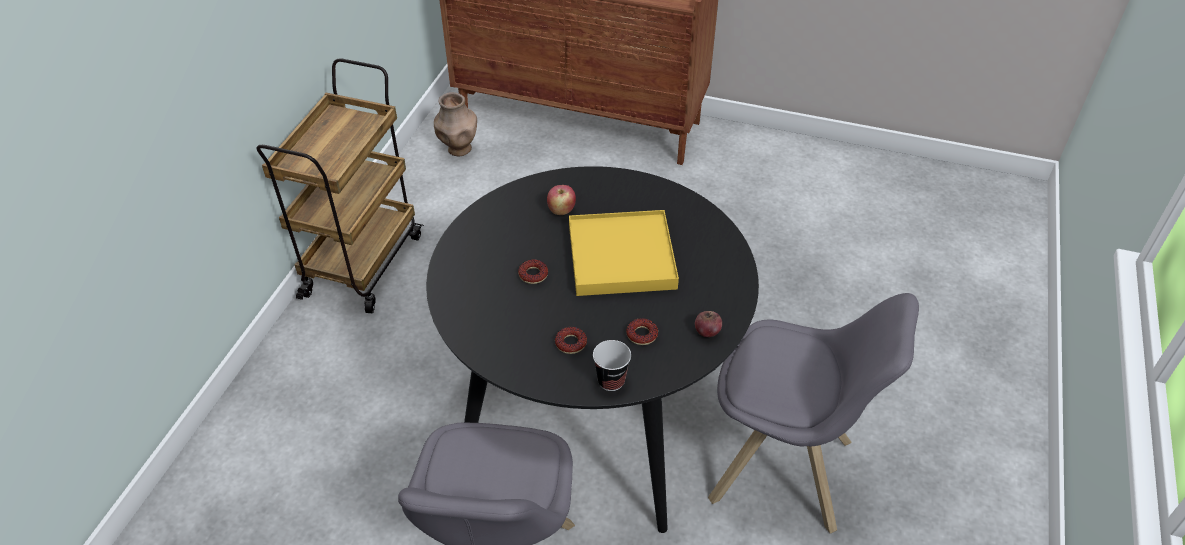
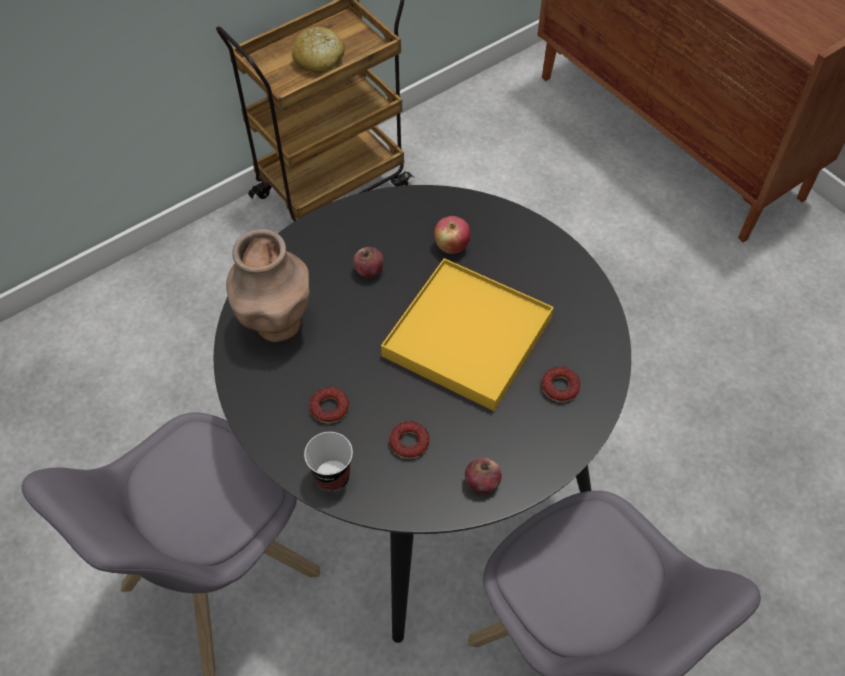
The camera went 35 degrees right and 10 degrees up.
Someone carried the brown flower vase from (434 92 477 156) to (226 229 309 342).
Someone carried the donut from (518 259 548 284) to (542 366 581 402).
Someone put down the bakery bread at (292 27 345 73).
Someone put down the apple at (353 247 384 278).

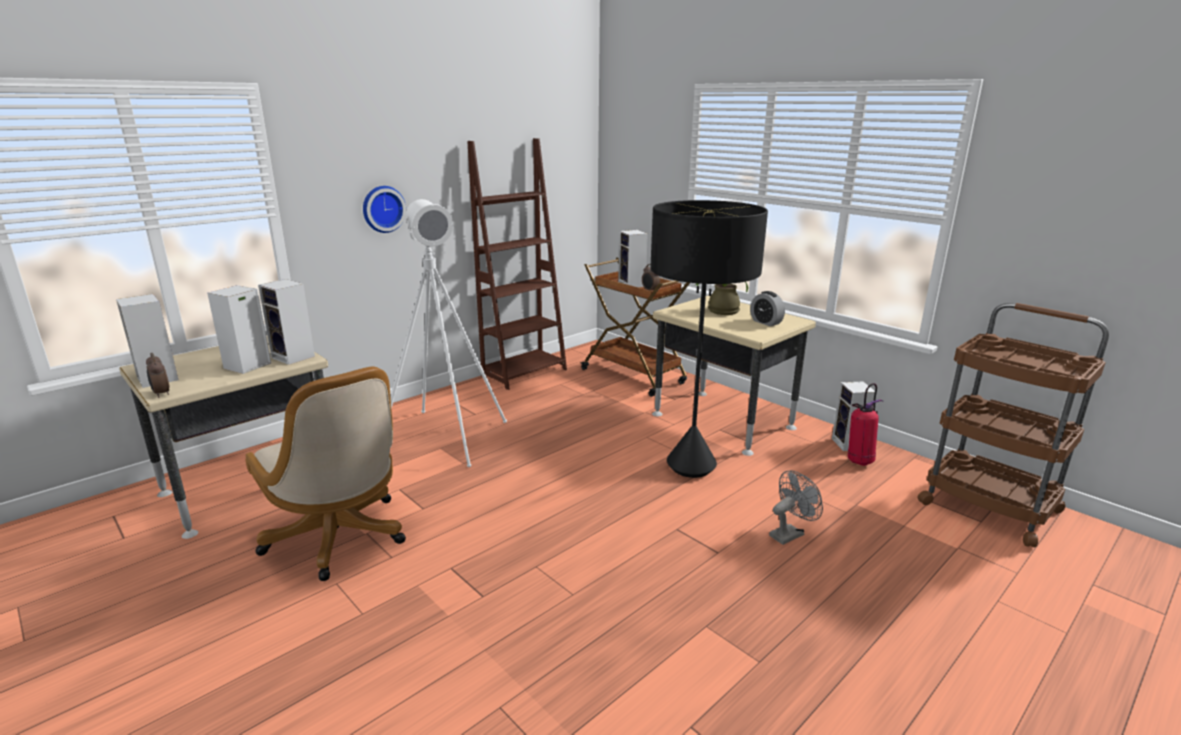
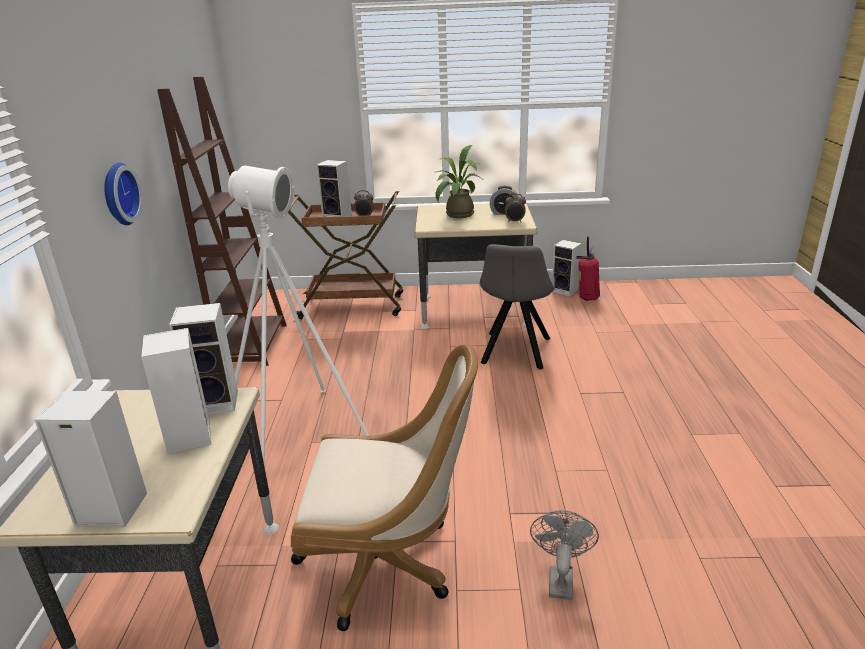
The camera went 45 degrees left and 5 degrees up.
Someone carried the table clock from (146 353 170 398) to (505 193 526 222).
Someone swapped the black standard lamp at (650 200 768 478) for the grey plain chair at (480 244 555 370).
Someone carried the grey electric fan from (769 471 823 545) to (530 510 599 600).
Someone took away the brown wheeled cart at (918 303 1109 547).

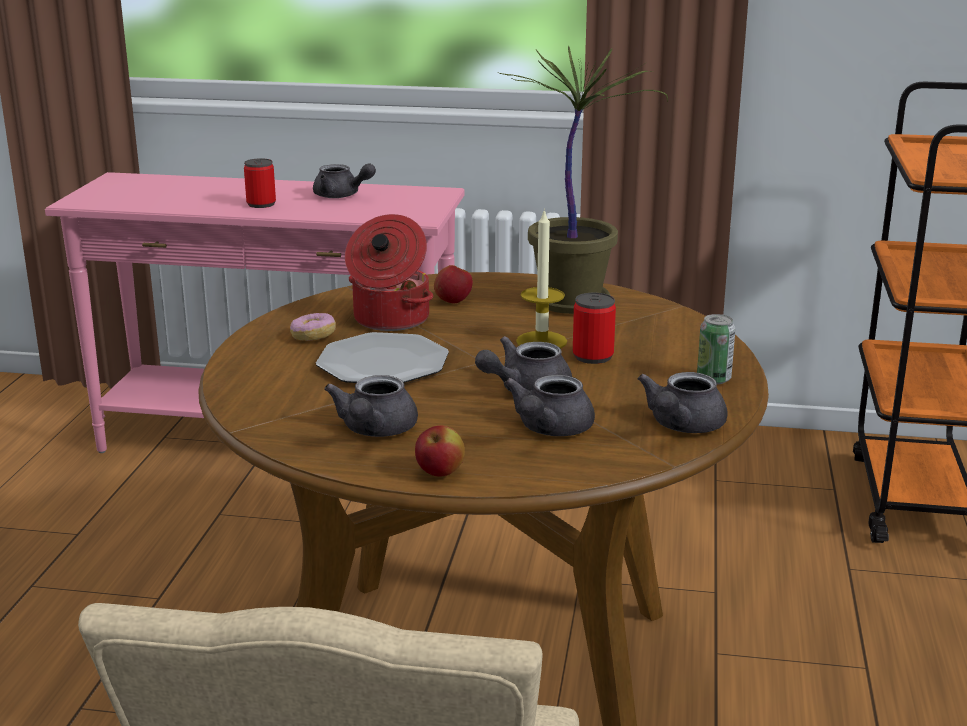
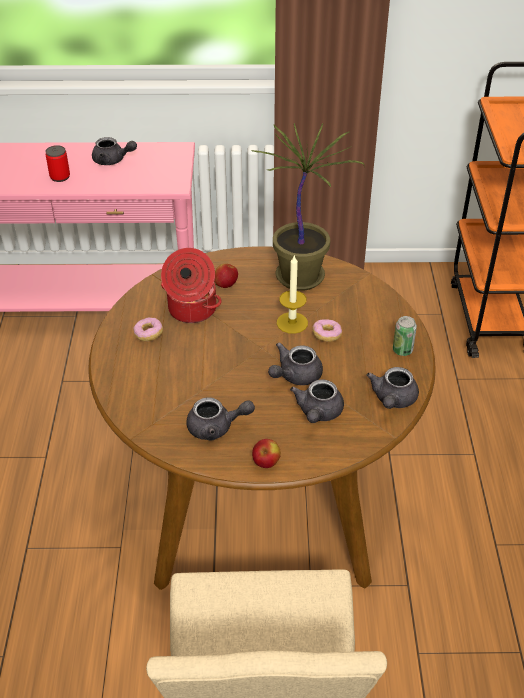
The camera went 10 degrees left and 20 degrees up.
Someone took away the plate at (316 332 449 383).
Someone rotated the grey teapot at (324 375 418 437) by 90 degrees counterclockwise.
Someone swapped the can at (573 293 616 364) for the donut at (312 319 342 342).

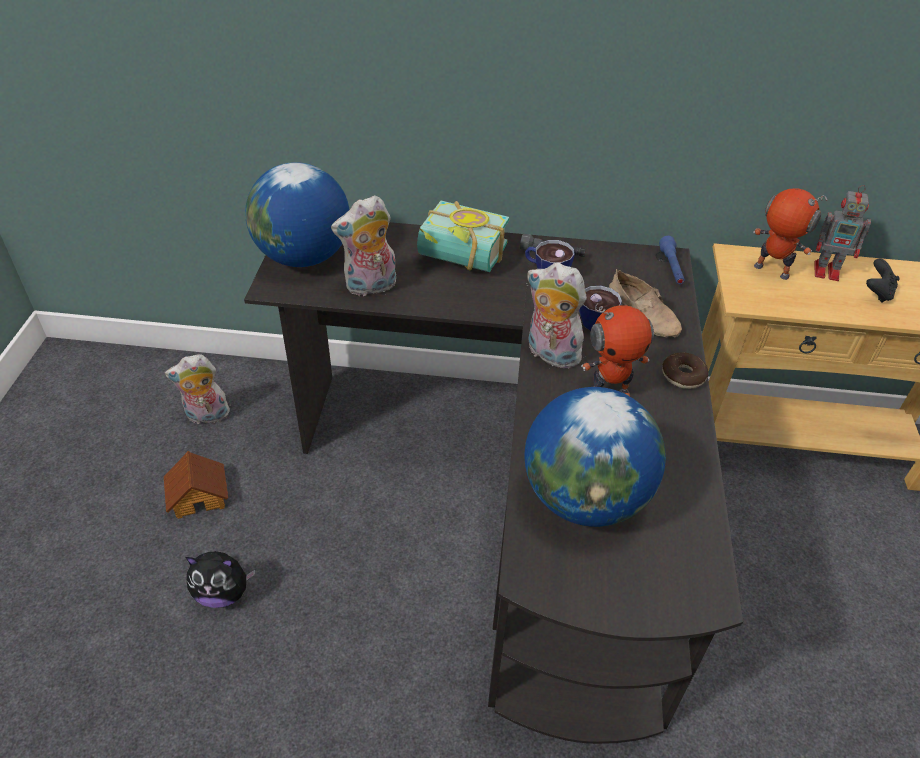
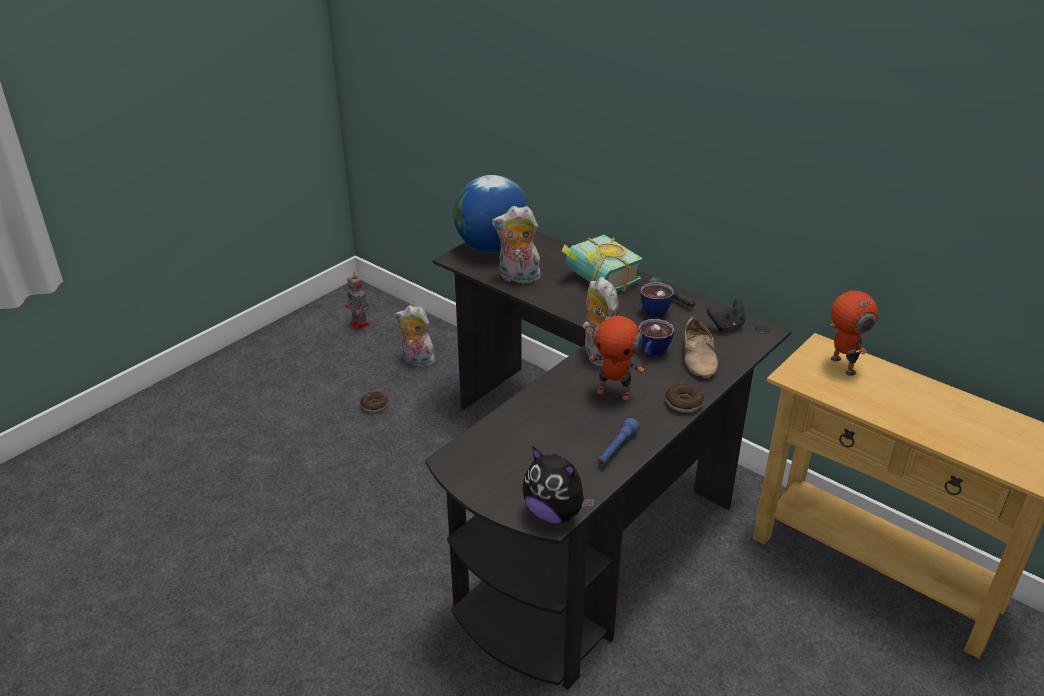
The camera went 35 degrees right and 10 degrees down.
Someone swapped the toy house at (164 451 228 519) for the donut at (360 391 388 412).
Someone carried the cuddly toy from (186 551 255 608) to (523 447 595 524).
Someone took away the globe at (525 387 666 527).
Someone carried the blue hand torch from (659 236 685 284) to (597 418 640 466).
Someone carried the toy robot from (814 185 871 281) to (345 271 371 331).
Someone carried the black joypad from (866 259 900 303) to (707 299 745 332).

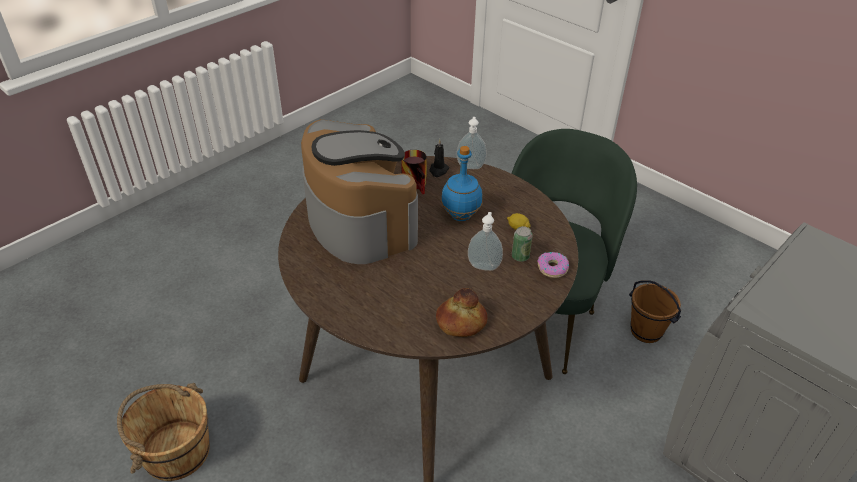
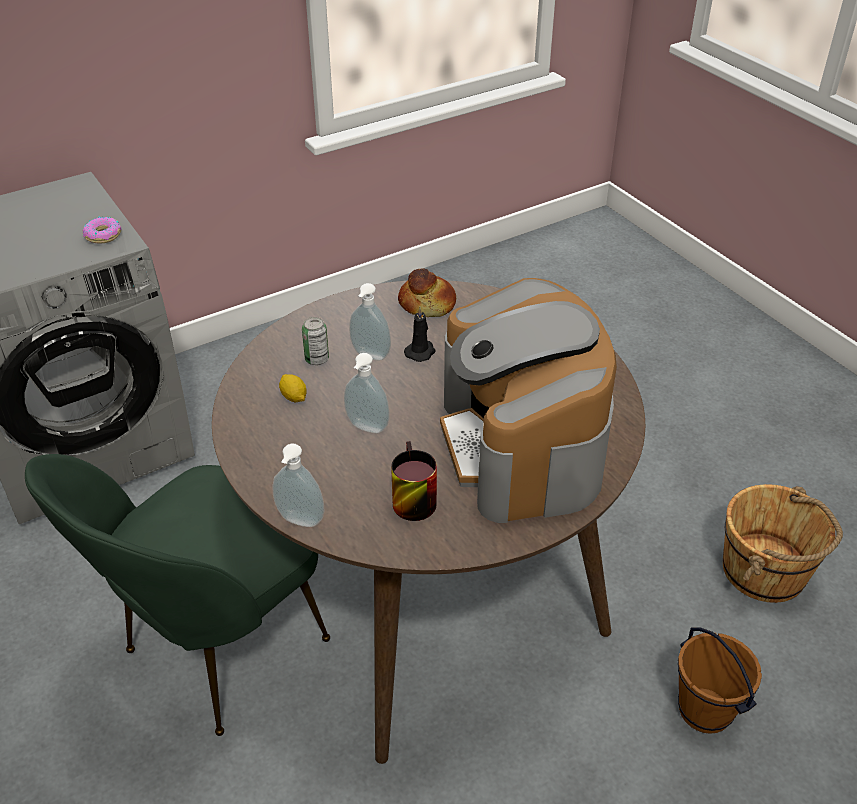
The camera went 165 degrees left and 0 degrees up.
Someone carried the black wax light from (429 139 449 177) to (404 307 436 362).
Someone swapped the blue drink bottle at (441 146 483 221) for the soap bottle at (344 353 390 433).
Someone carried the donut from (537 252 569 278) to (82 216 121 243).
Someone carried the brown pail from (629 280 681 343) to (678 627 762 734).

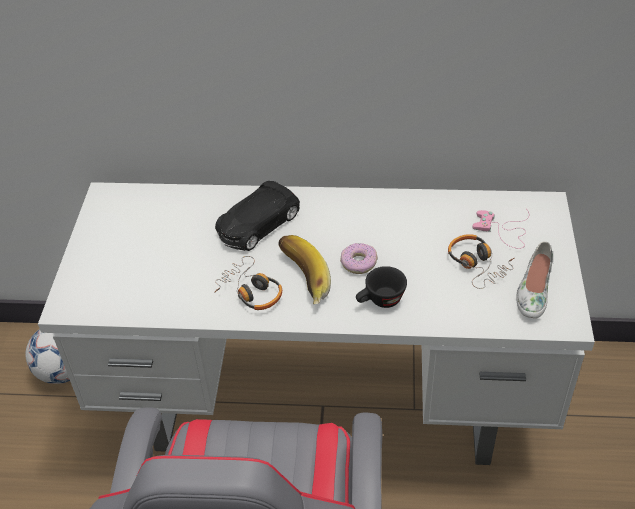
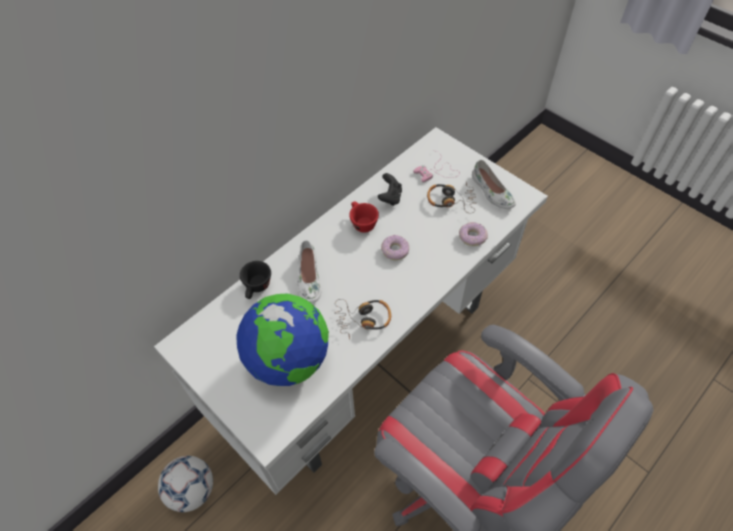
The camera went 50 degrees left and 10 degrees up.
Someone swapped the black miniature car at (215 181 300 251) for the white item of footwear at (297 240 322 303).
Someone took away the whole banana at (278 235 331 304).
Someone carried the black cup from (356 266 407 308) to (240 261 271 299).
Someone put down the globe at (236 294 329 386).
Someone put down the red-coloured cup at (349 202 379 233).
Someone put down the black joypad at (378 173 402 206).
Someone put down the donut at (459 222 488 246).

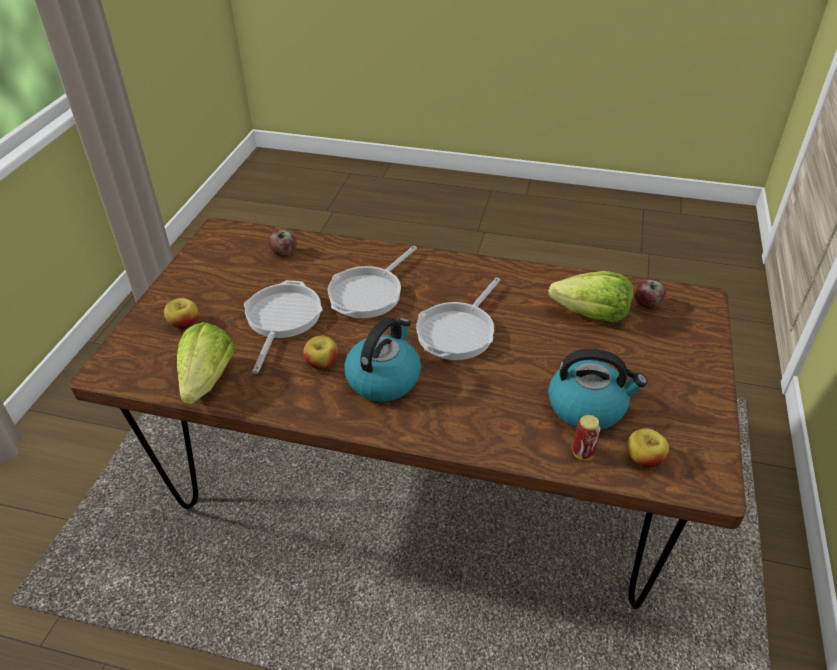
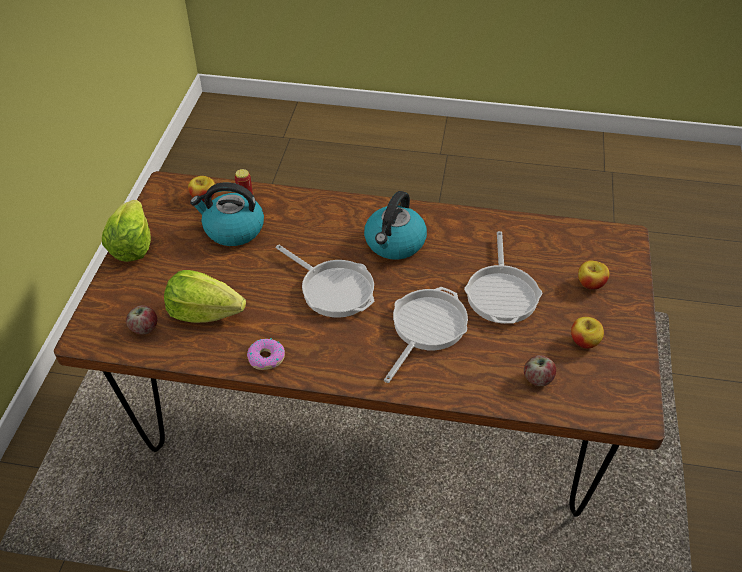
The camera went 175 degrees right and 5 degrees up.
Someone carried the lettuce head from (177 322 235 404) to (102 200 151 262).
Someone carried the apple from (303 336 338 369) to (571 317 604 349).
Someone rotated the frying pan at (416 277 500 360) by 105 degrees clockwise.
Someone put down the donut at (247 338 285 370).

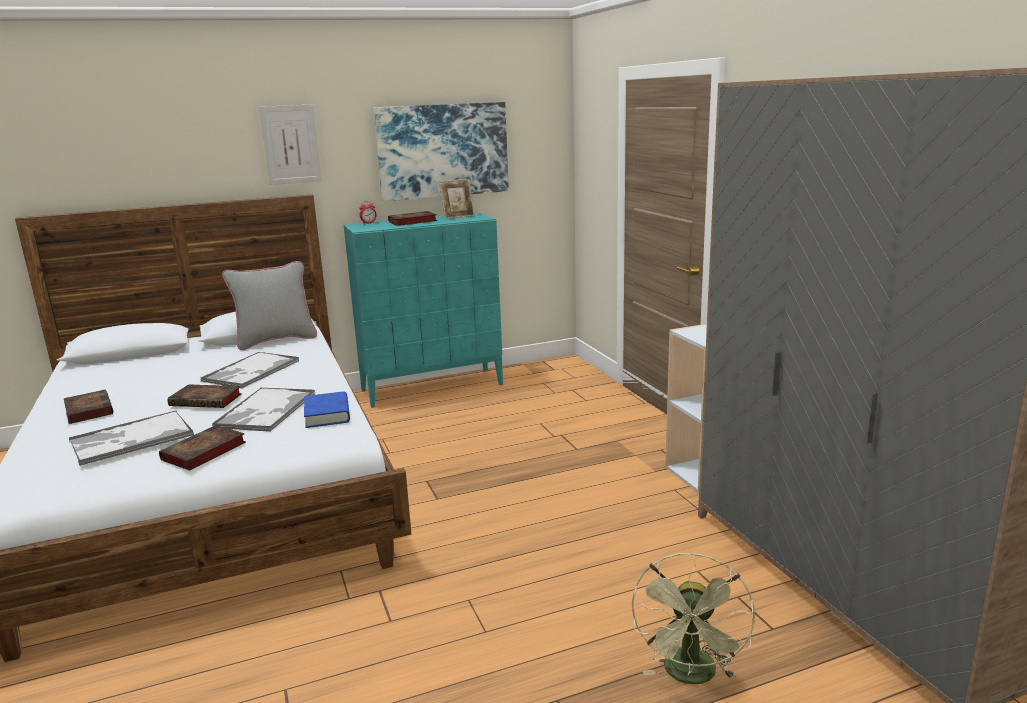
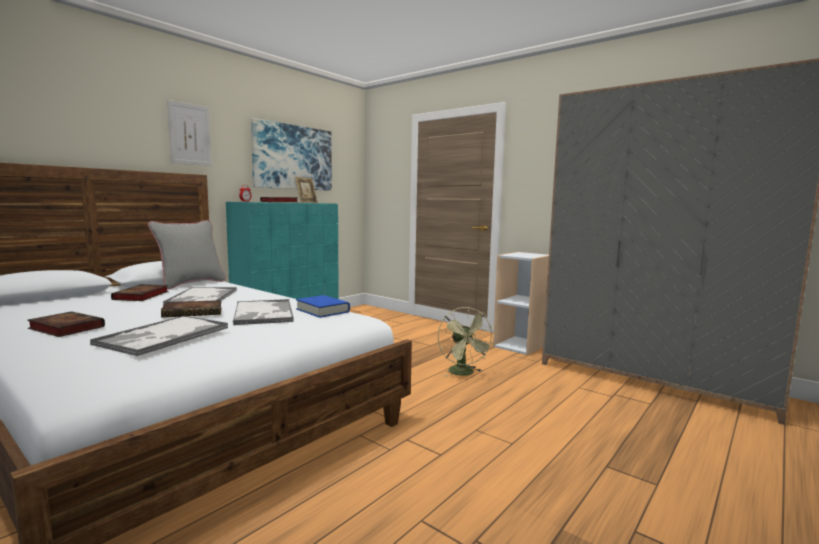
The camera went 30 degrees left and 10 degrees down.
Someone carried the book from (159 425 246 471) to (111 284 169 301).
Someone carried the green-coloured electric fan from (632 553 755 684) to (438 307 494 377).

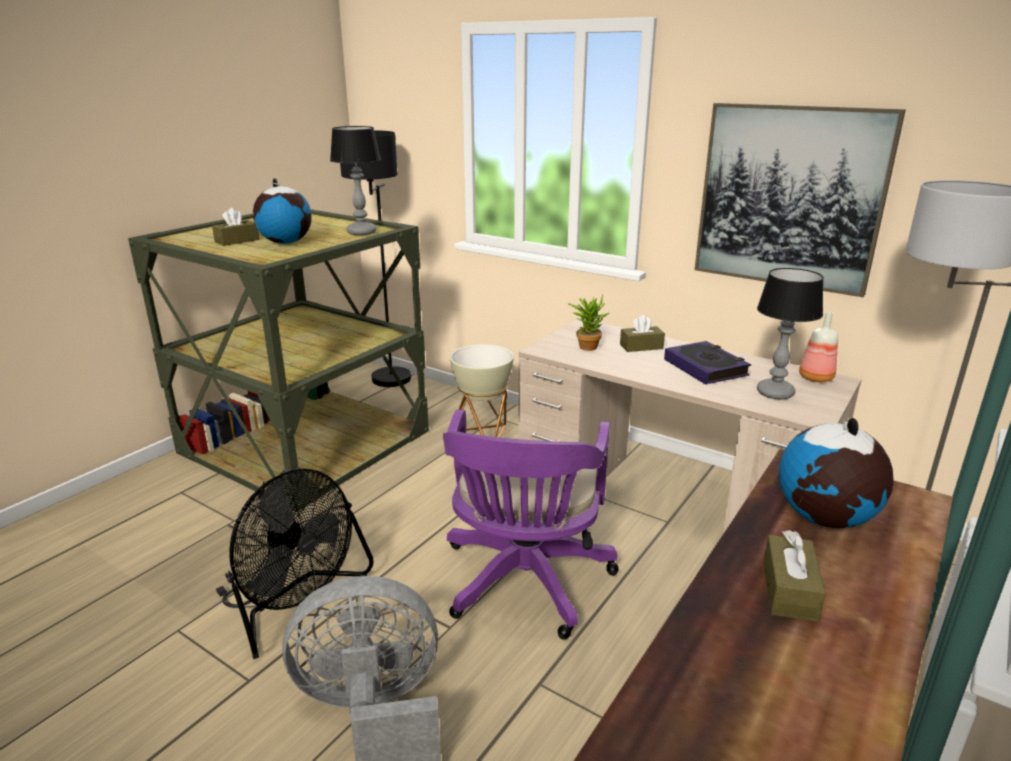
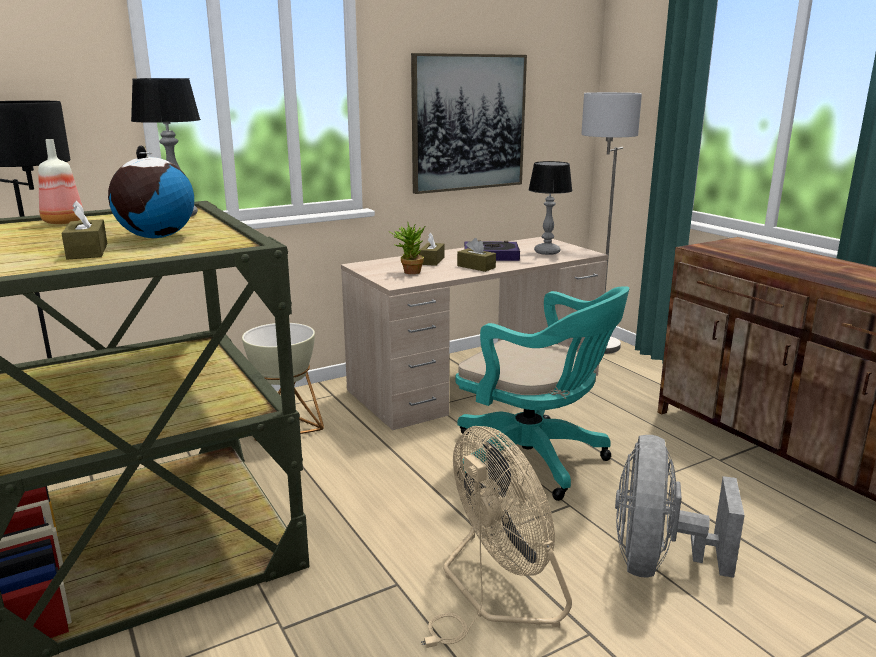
The camera went 65 degrees left and 5 degrees down.
Someone repainted the black electric fan at (216 469 374 659), which became the beige-coloured electric fan at (421 426 572 648).
Someone repainted the purple computer chair at (443 409 619 639), which became the turquoise computer chair at (455 286 629 501).
Someone carried the brown tissue holder from (763 530 826 622) to (457 238 496 272).
Someone took away the globe at (779 417 894 528).
Someone carried the drink bottle from (799 312 838 382) to (38 139 83 224).

